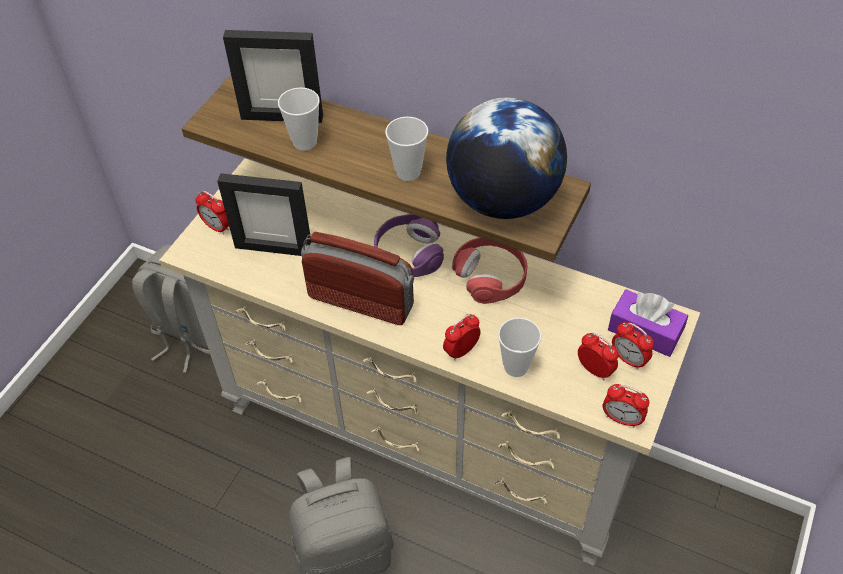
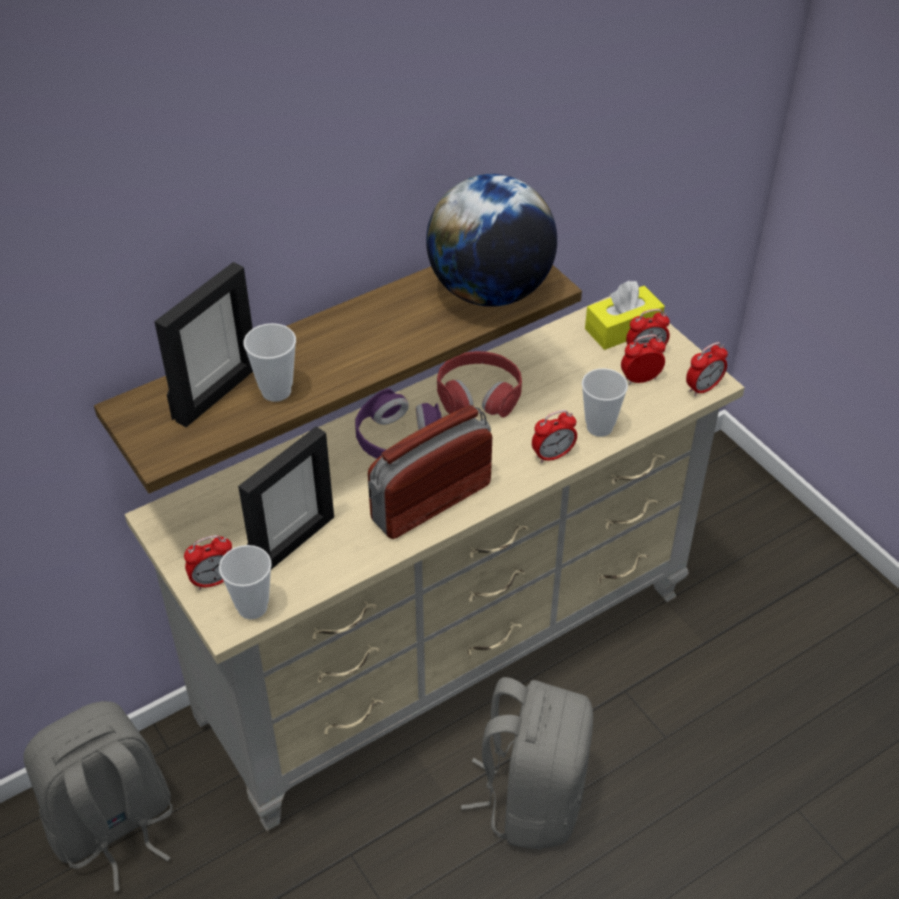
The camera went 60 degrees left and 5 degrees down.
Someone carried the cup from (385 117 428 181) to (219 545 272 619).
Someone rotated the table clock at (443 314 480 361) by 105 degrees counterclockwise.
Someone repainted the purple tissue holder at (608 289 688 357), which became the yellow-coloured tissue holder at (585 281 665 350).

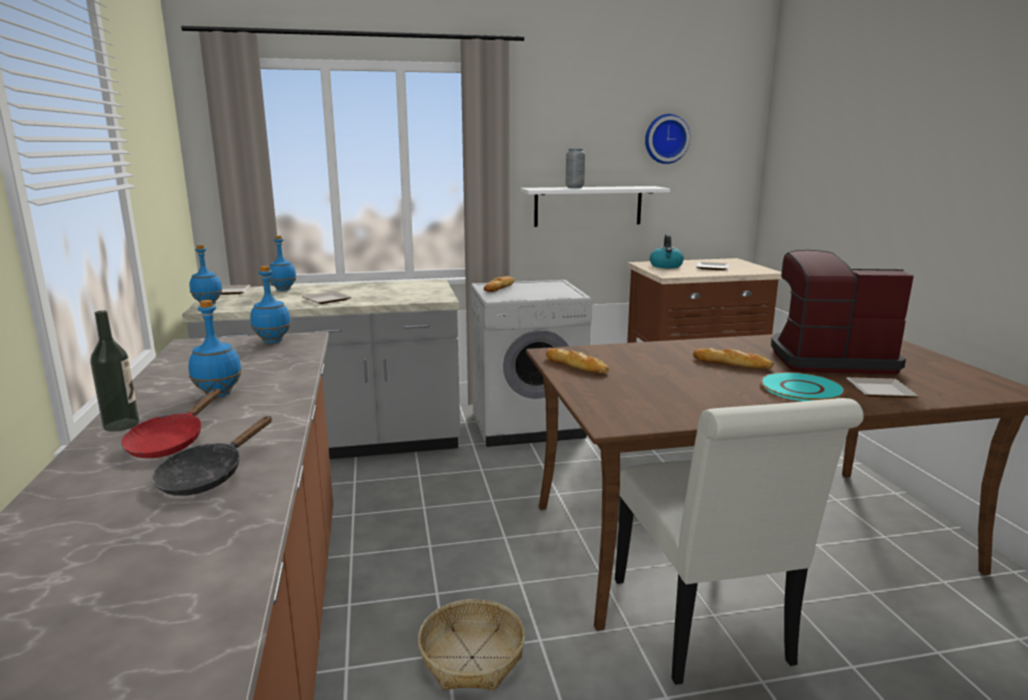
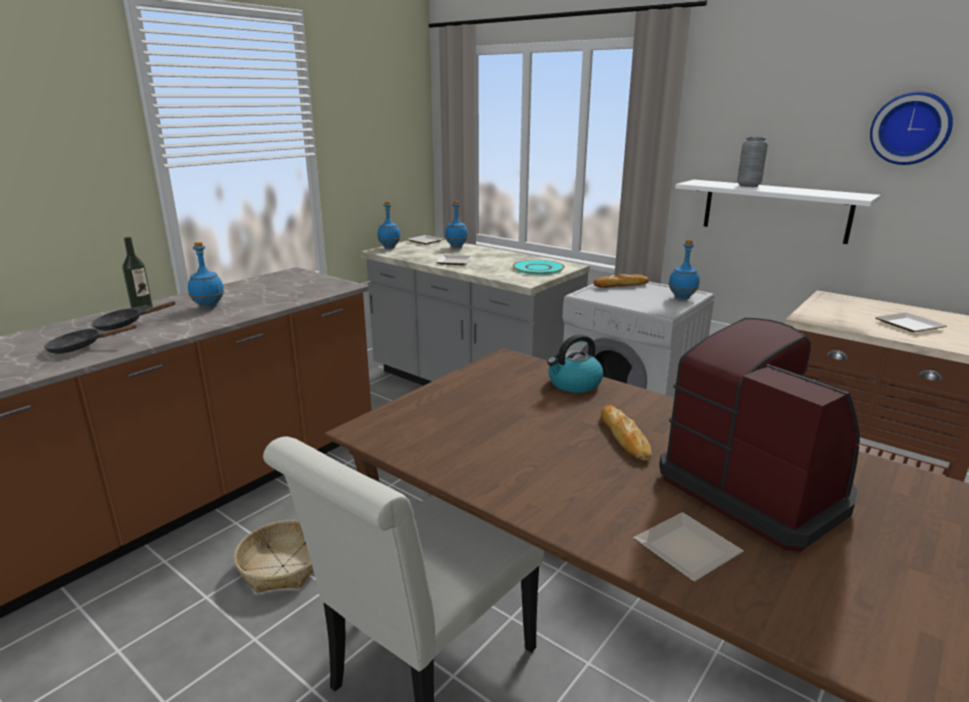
The camera went 50 degrees right and 5 degrees up.
Someone repainted the red-coloured frying pan at (121 389 220 458), which became the black frying pan at (91 301 176 331).
Someone carried the blue drink bottle from (250 266 291 343) to (669 240 700 300).
Someone took away the bakery bread at (546 348 609 373).
Someone carried the kettle from (650 234 684 268) to (547 334 603 393).
Someone carried the turquoise plate from (760 372 846 401) to (513 260 565 275).

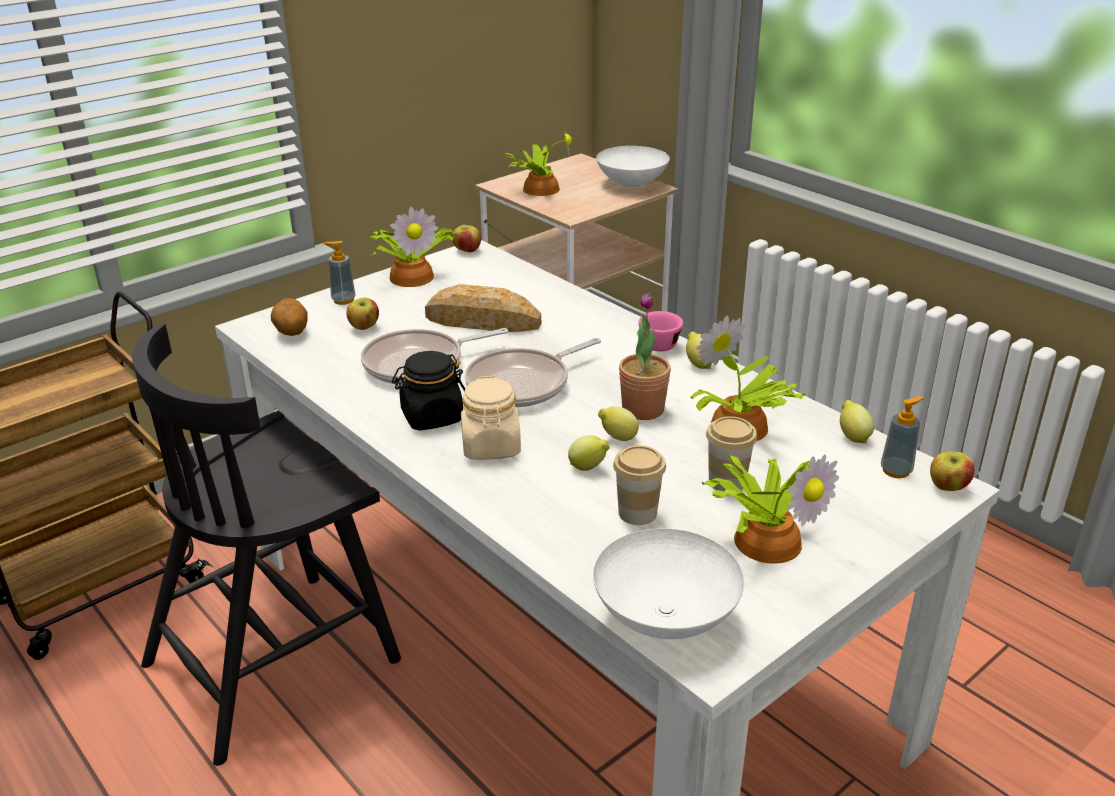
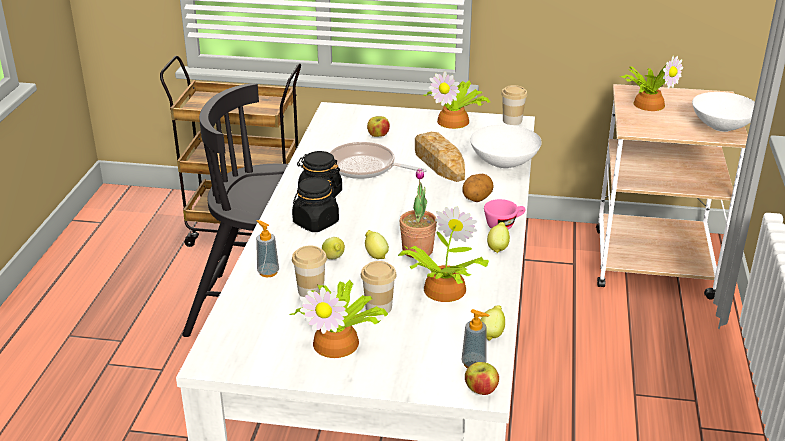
The camera went 50 degrees right and 0 degrees up.
Someone carried the potato from (271 298 308 336) to (462 174 494 202).
Someone carried the soap bottle from (324 241 356 305) to (256 220 279 277).
Someone swapped the apple at (452 225 481 252) for the cup at (501 85 527 125).
Someone repainted the beige-coloured preserve jar at (461 376 521 460), which became the black preserve jar at (292 177 339 232).
Someone took away the frying pan at (465 338 601 407).
Someone carried the white deep dish from (593 528 744 639) to (470 124 542 169).

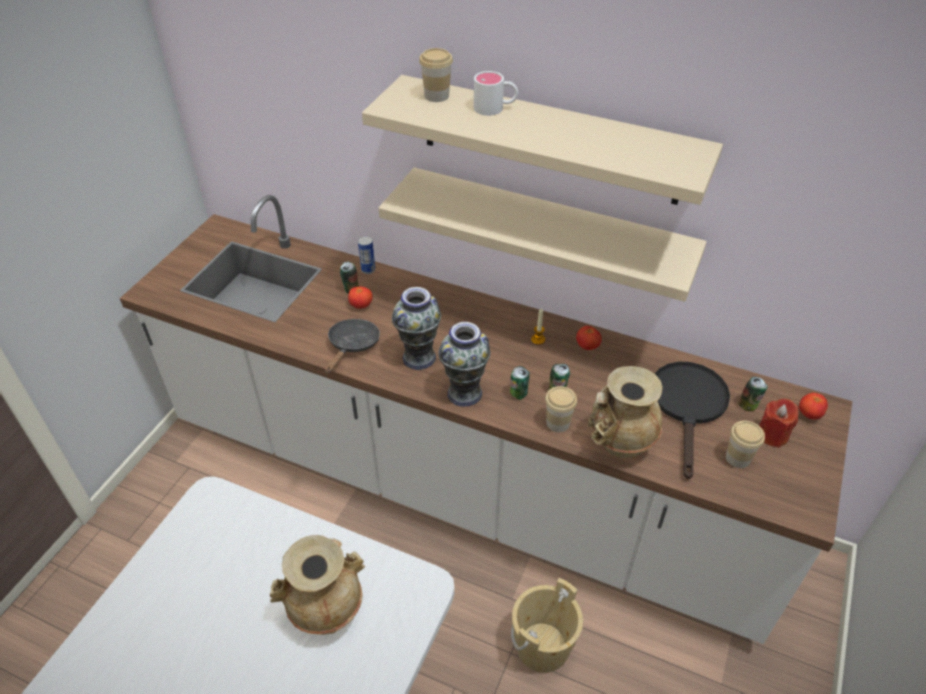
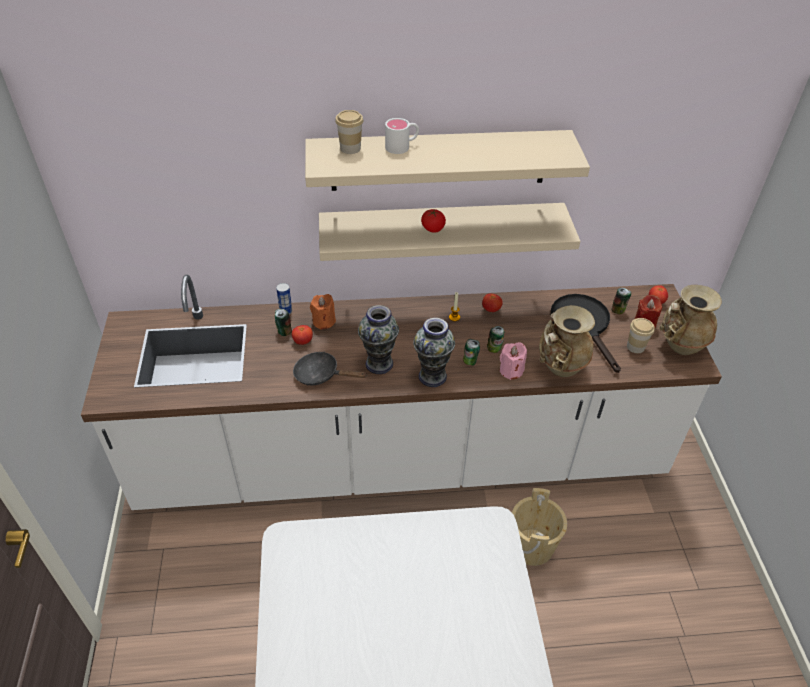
The camera went 30 degrees left and 0 degrees up.
Someone carried the beige-coloured flower vase from (270 535 365 635) to (659 285 722 355).
Someone rotated the black frying pan at (325 319 380 373) by 60 degrees counterclockwise.
Someone swapped the cup at (545 386 577 432) for the pink-coloured wax light at (500 342 527 380).
Someone put down the orange wax light at (310 294 336 330).
Someone put down the whole tomato at (421 209 446 233).

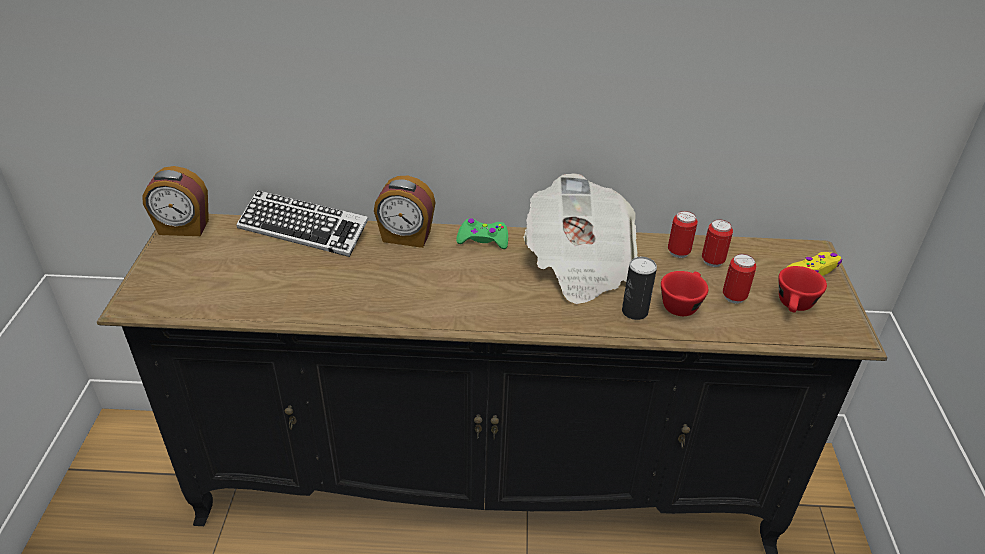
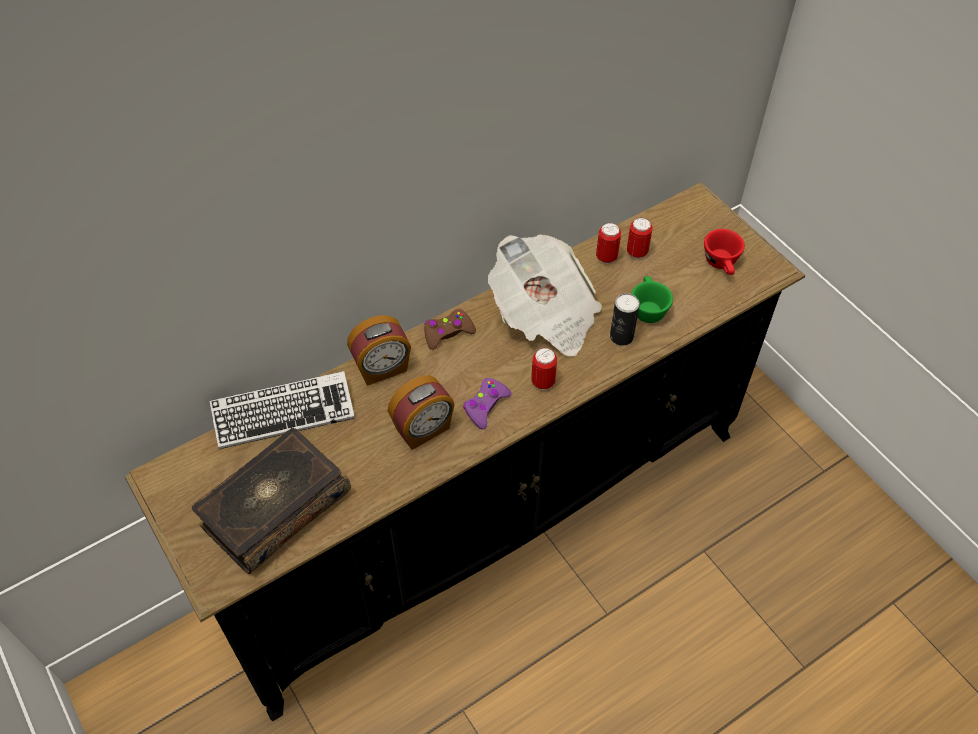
The camera went 35 degrees left and 15 degrees up.
Someone carried the table clock from (142 166 209 236) to (388 375 455 450).
Someone repainted the green-coloured joypad at (456 218 508 249), which became the brown joypad at (424 309 476 350).
Someone repainted the red-coloured cup at (661 271 708 316), which became the green-coloured cup at (631 276 673 323).
Someone carried the can from (723 254 756 304) to (531 348 557 390).
Someone took away the yellow-coloured joypad at (787 252 842 276).
Someone put down the book at (192 428 351 574).
Someone put down the purple joypad at (463 378 512 429).

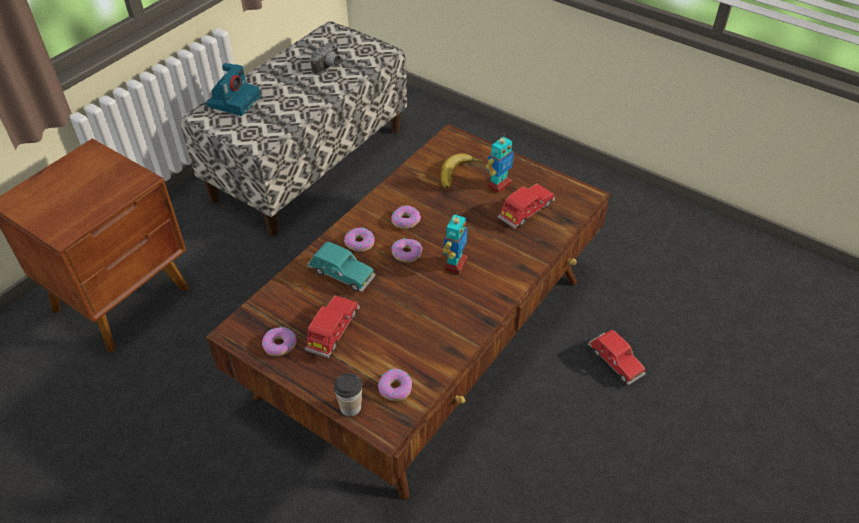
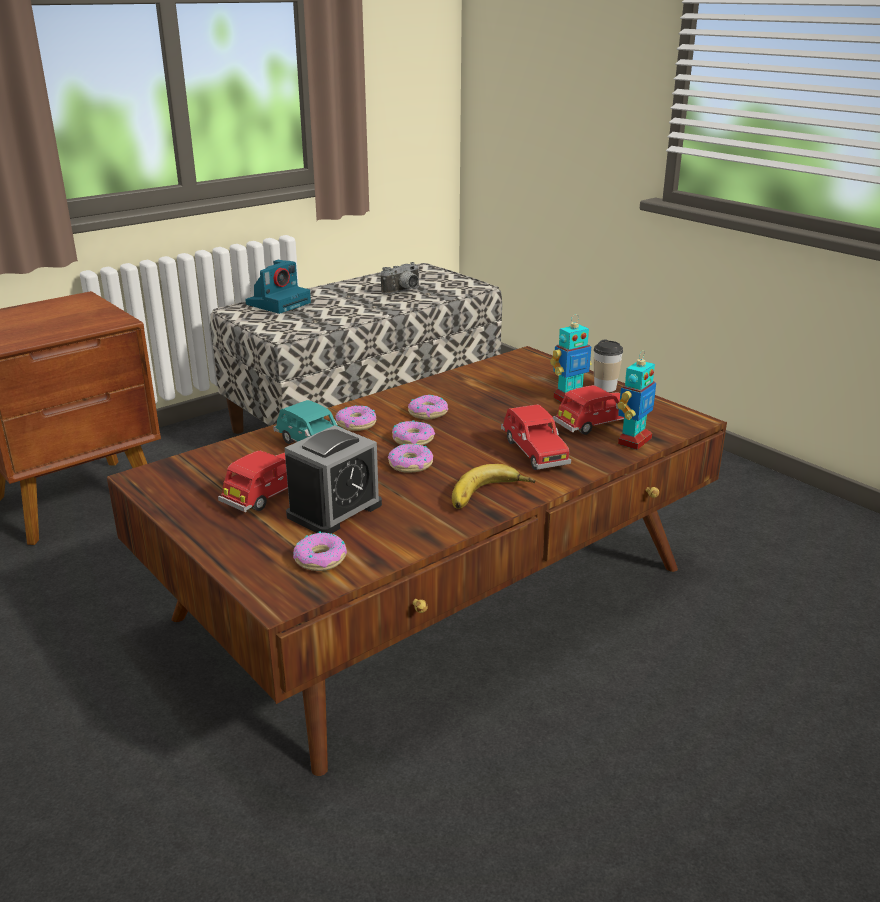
The camera went 15 degrees right and 20 degrees down.
Someone carried the donut from (262 327 296 356) to (388 444 433 473).
Someone carried the cup from (334 373 362 417) to (594 339 623 392).
Someone carried the whole banana from (441 153 483 189) to (452 464 535 509).
Someone carried the toy robot from (443 213 468 274) to (617 350 656 450).
Someone carried the red-coloured miniature car from (588 330 646 386) to (501 404 571 470).
Someone put down the table clock at (285 425 382 534).

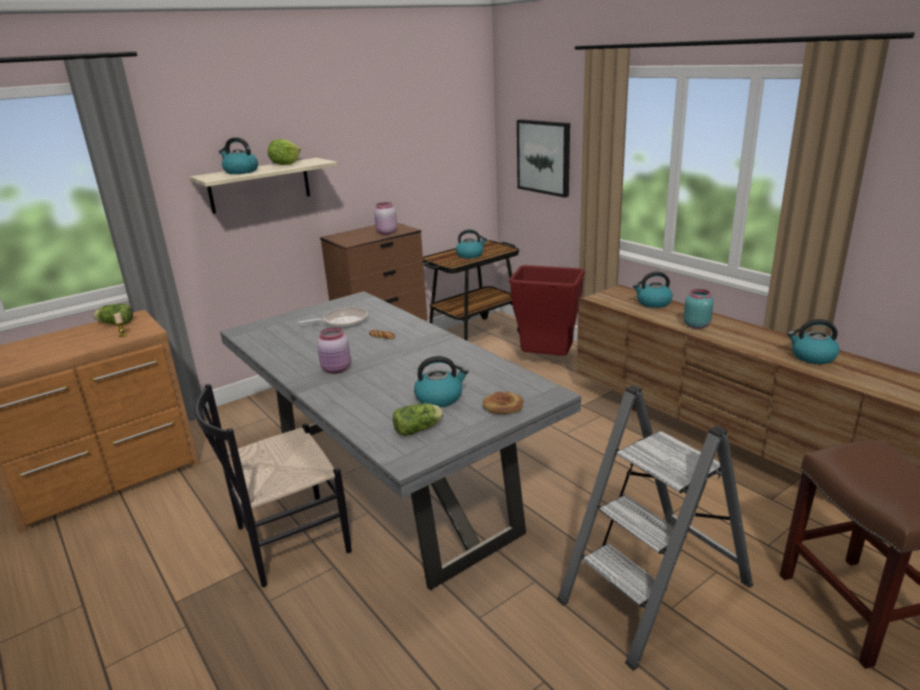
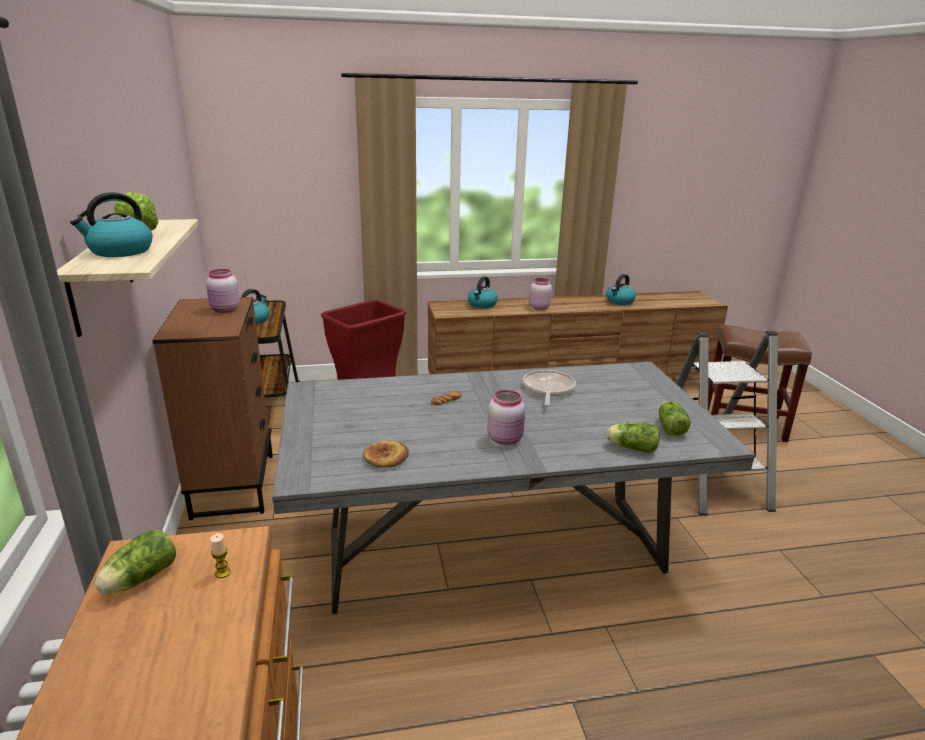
The camera went 65 degrees left and 0 degrees up.
Someone took away the black plain chair at (194 384 352 587).
Someone carried the frying pan from (298 307 368 328) to (523 370 576 406).
Someone took away the kettle at (414 356 468 407).
Someone carried the bakery bread from (483 392 523 414) to (364 440 409 468).
Someone took away the wall art at (517 119 570 198).
Someone repainted the turquoise preserve jar at (684 289 713 329), which became the pink-coloured preserve jar at (529 278 552 310).
Someone put down the lettuce head at (606 422 660 453).

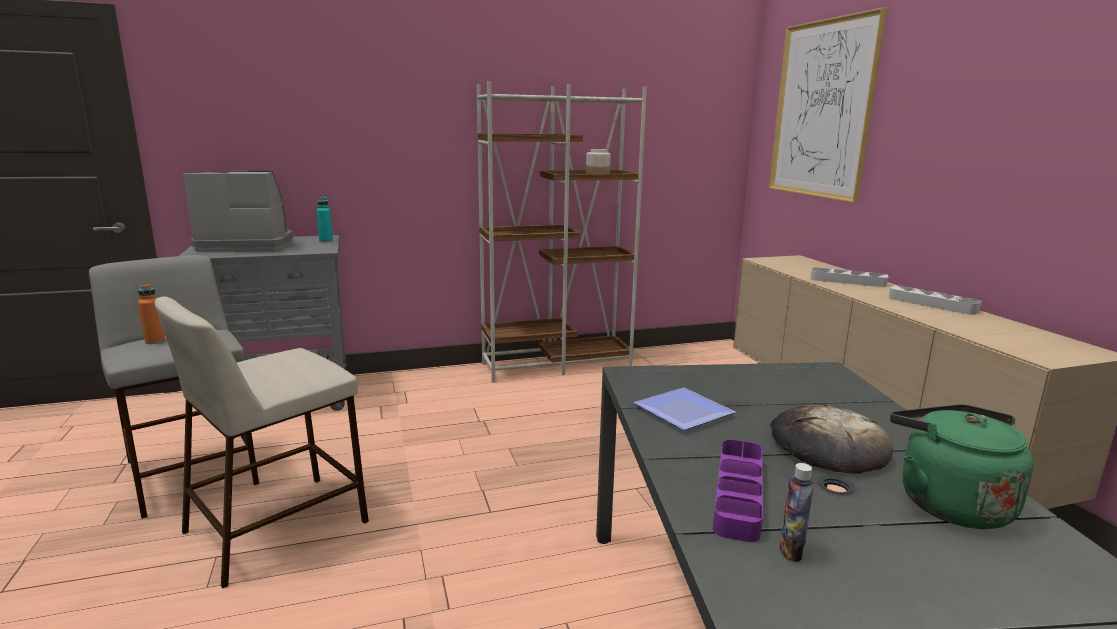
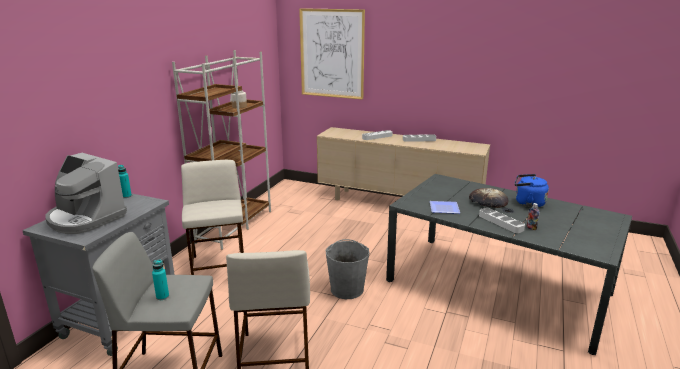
The camera went 50 degrees left and 5 degrees up.
Someone repainted the orange drink bottle at (138 284 165 344), which became the turquoise drink bottle at (152 260 169 300).
Someone rotated the coffee machine at (183 171 293 252) by 90 degrees counterclockwise.
Someone repainted the purple carrying tray at (713 439 763 542), which became the grey carrying tray at (479 208 525 233).
Someone repainted the green-coloured kettle at (890 405 1034 529), which became the blue kettle at (515 174 549 207).
Someone put down the beige-coloured stool at (181 160 244 275).
Someone put down the grey pail at (326 239 370 299).

